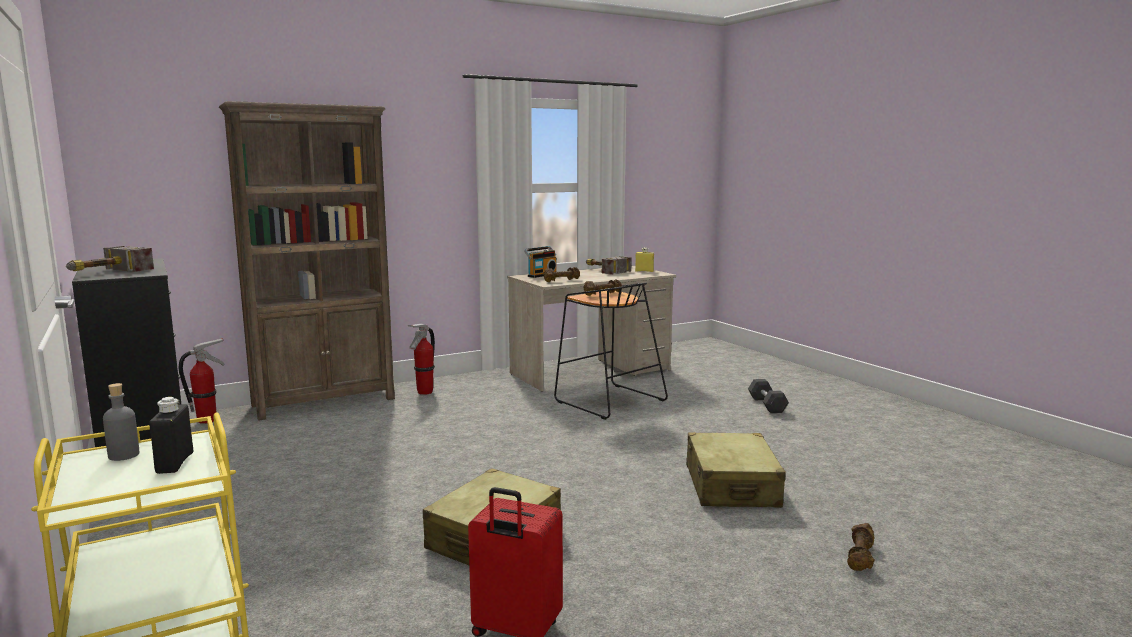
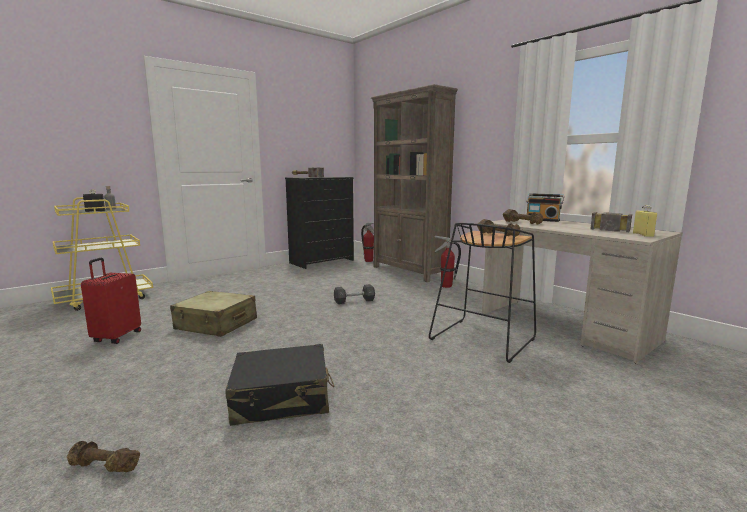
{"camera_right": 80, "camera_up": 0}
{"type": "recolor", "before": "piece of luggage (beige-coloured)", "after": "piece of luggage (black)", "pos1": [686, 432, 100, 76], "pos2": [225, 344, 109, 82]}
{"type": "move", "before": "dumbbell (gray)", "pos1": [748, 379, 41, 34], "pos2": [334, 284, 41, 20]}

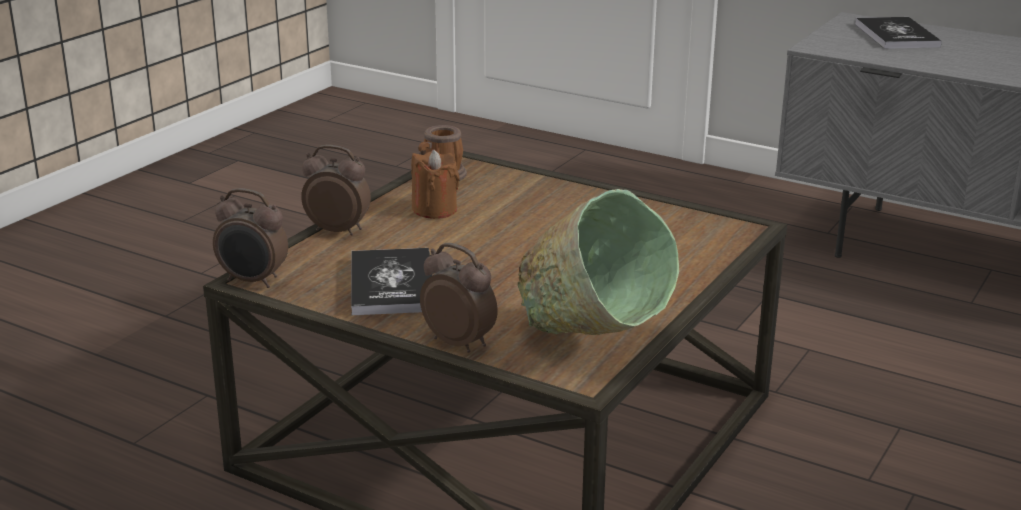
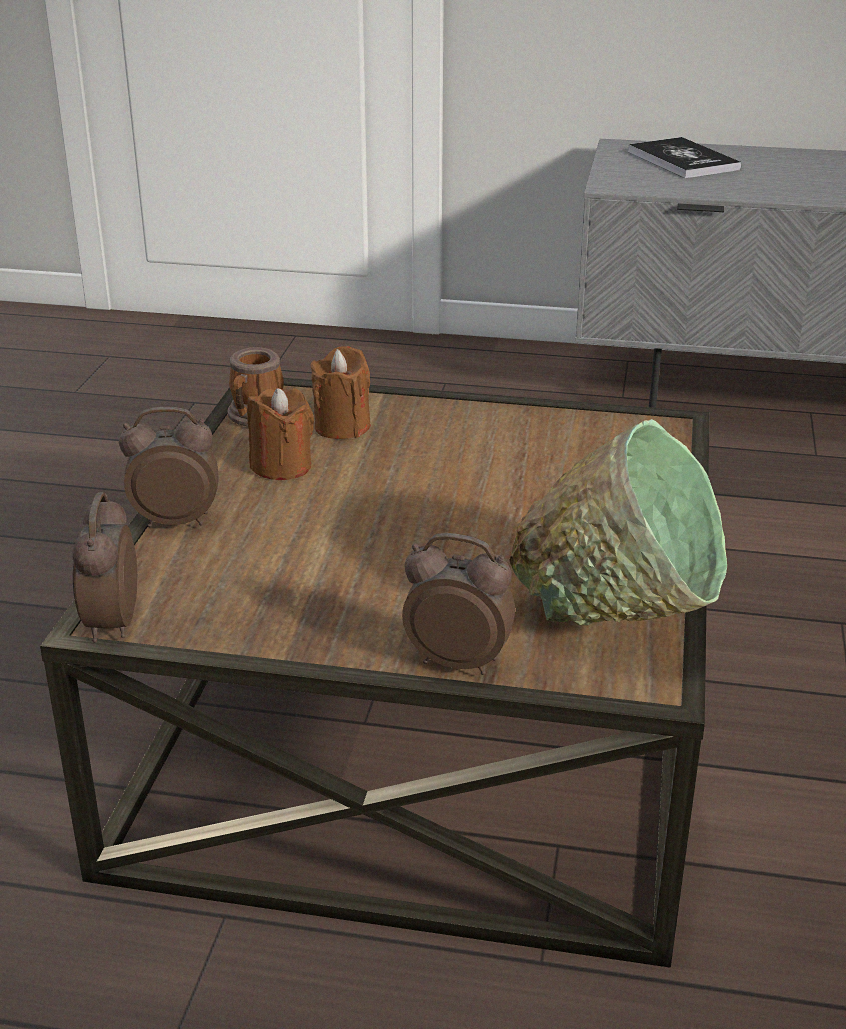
{"camera_right": -20, "camera_up": 5}
{"type": "rotate", "before": "table clock", "pos1": [213, 188, 75, 100], "pos2": [73, 492, 64, 151], "turn": 90}
{"type": "insert", "after": "wax light (brownish)", "pos2": [310, 346, 61, 93]}
{"type": "delete", "before": "volume", "pos1": [351, 248, 81, 67]}

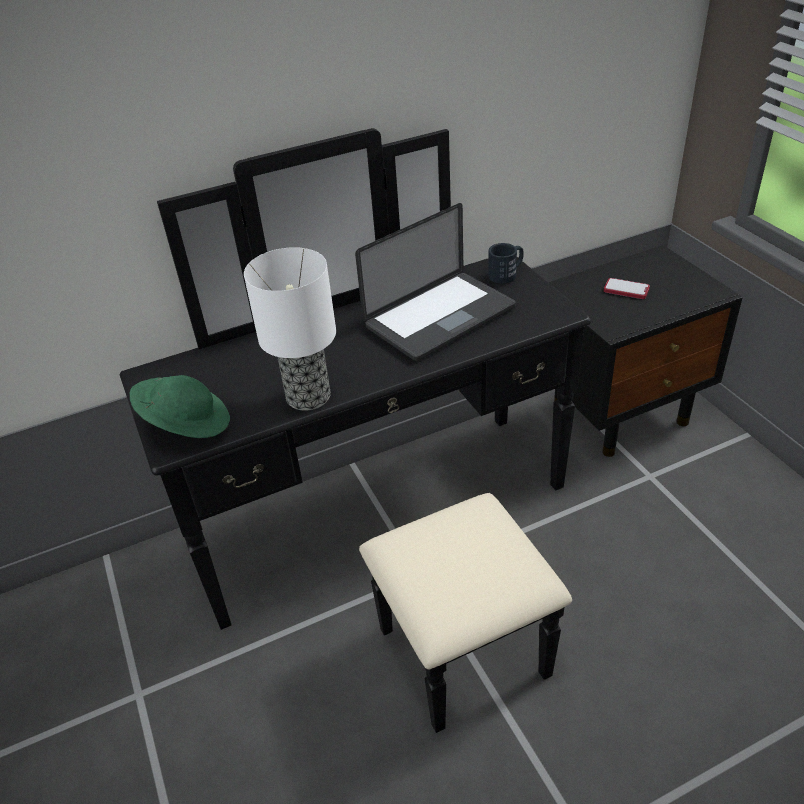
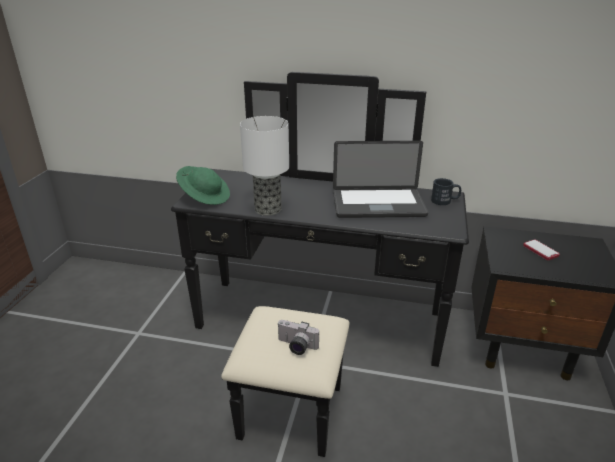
{"camera_right": 35, "camera_up": -10}
{"type": "insert", "after": "still camera", "pos2": [277, 320, 42, 35]}

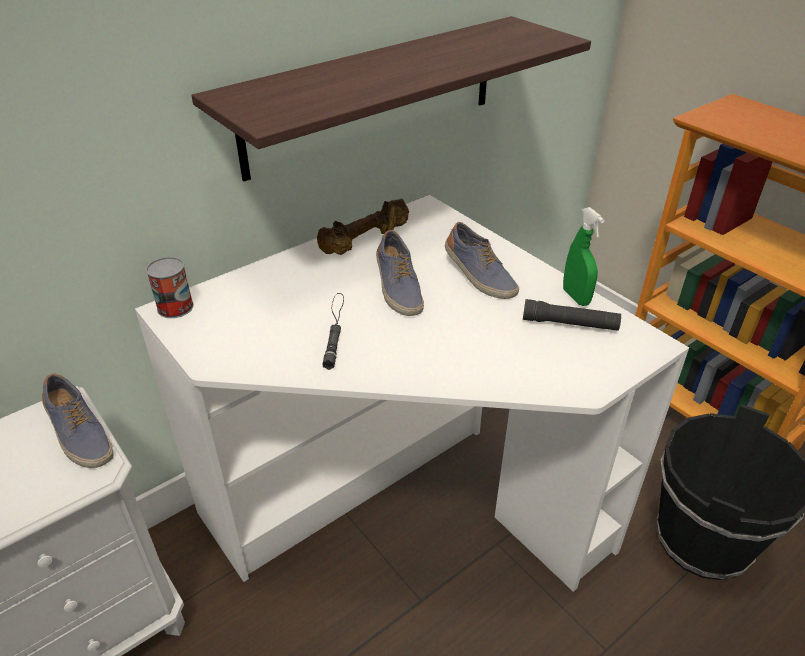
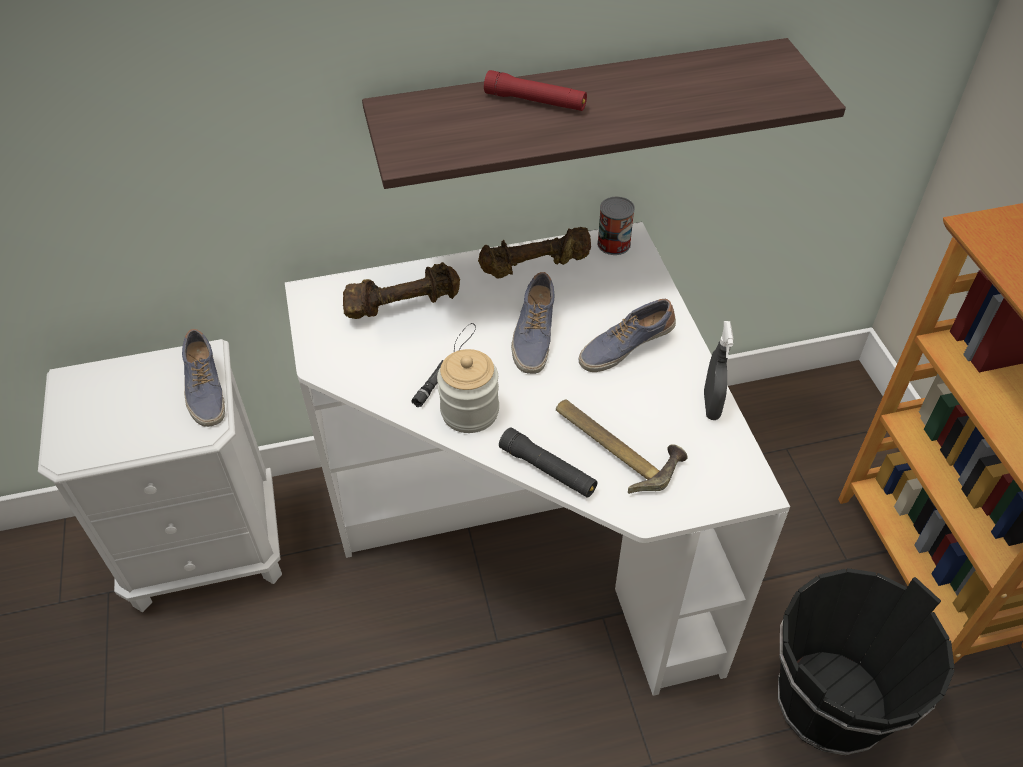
{"camera_right": 25, "camera_up": 10}
{"type": "insert", "after": "dumbbell (brownish)", "pos2": [343, 262, 117, 57]}
{"type": "insert", "after": "preserve jar", "pos2": [437, 349, 62, 84]}
{"type": "insert", "after": "hand torch (reddish)", "pos2": [484, 70, 103, 41]}
{"type": "move", "before": "hand torch (black)", "pos1": [523, 299, 98, 32], "pos2": [499, 427, 99, 71]}
{"type": "insert", "after": "hand hammer", "pos2": [556, 399, 132, 95]}
{"type": "rotate", "before": "low shoe", "pos1": [445, 222, 74, 77], "pos2": [578, 299, 98, 73], "turn": 75}
{"type": "move", "before": "can", "pos1": [146, 257, 48, 61], "pos2": [597, 197, 38, 58]}
{"type": "recolor", "before": "sprayer (green-coloured)", "after": "sprayer (gray)", "pos1": [563, 207, 42, 99], "pos2": [704, 321, 29, 99]}

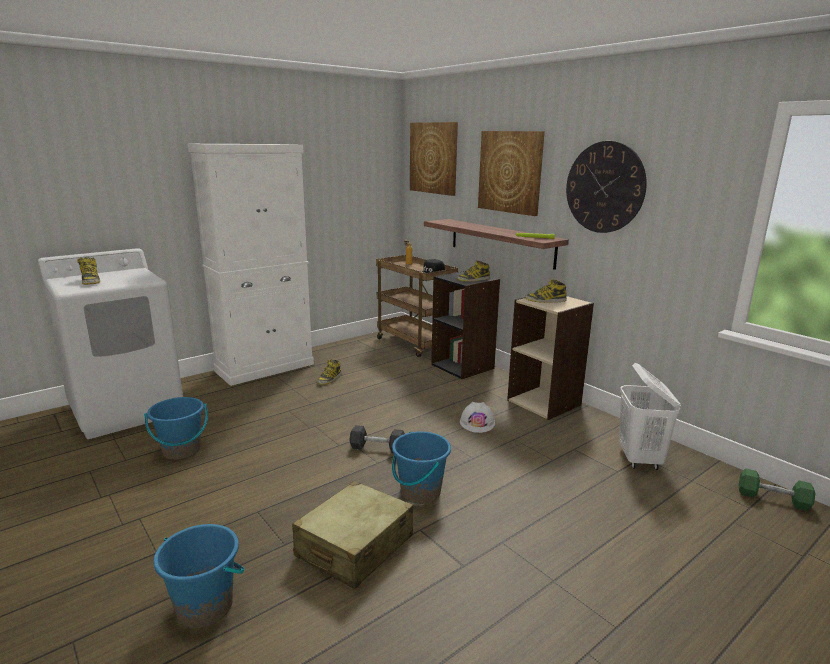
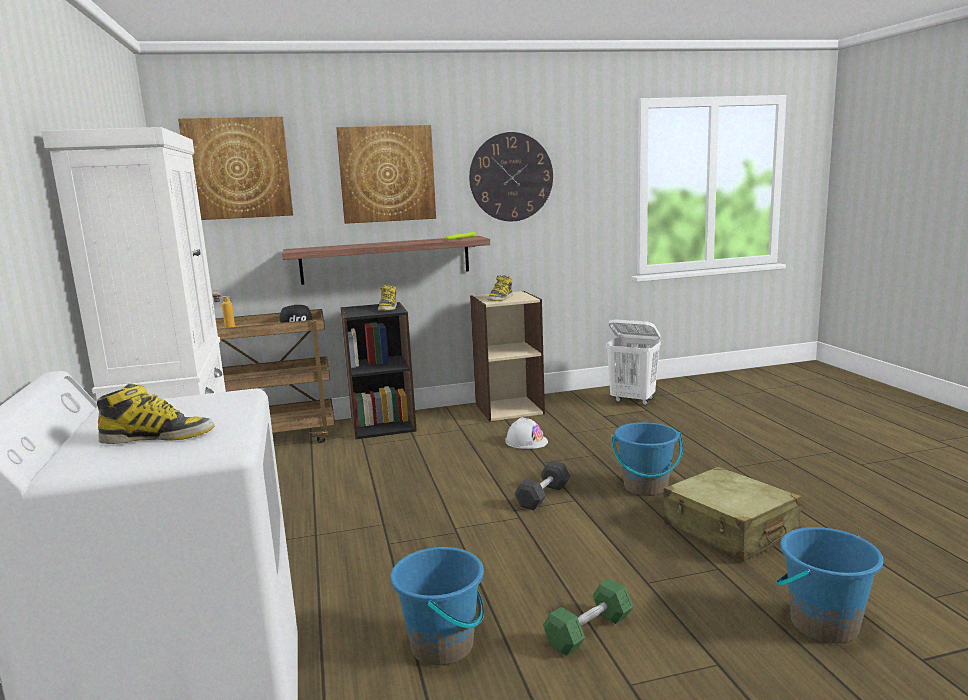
{"camera_right": -65, "camera_up": -5}
{"type": "move", "before": "dumbbell (green-coloured)", "pos1": [739, 468, 77, 43], "pos2": [543, 579, 91, 77]}
{"type": "delete", "before": "tall boot", "pos1": [317, 359, 24, 26]}

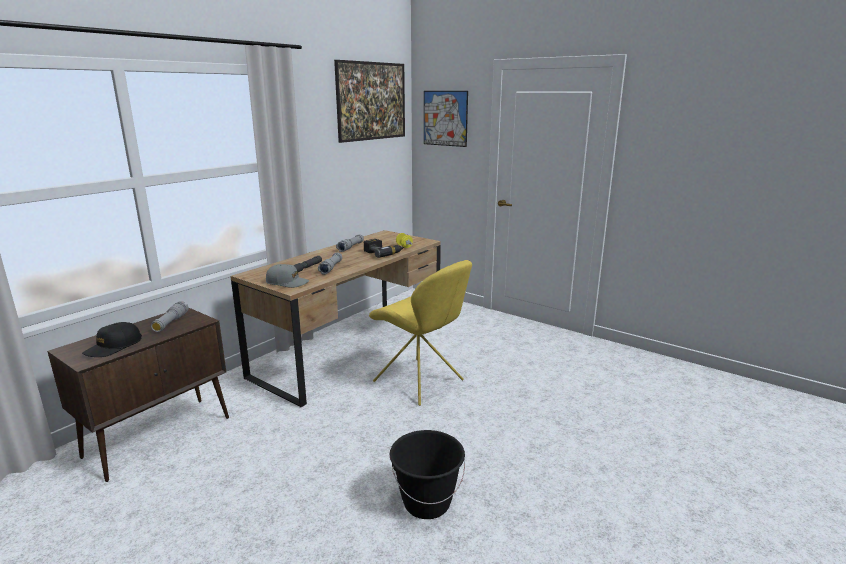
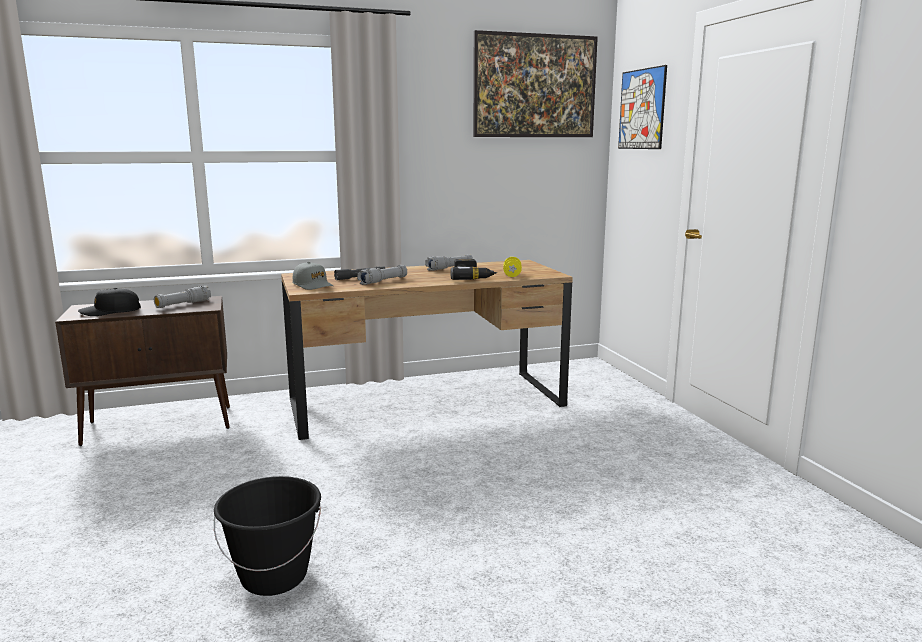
{"camera_right": 35, "camera_up": -5}
{"type": "delete", "before": "chair (yellowish)", "pos1": [369, 260, 103, 146]}

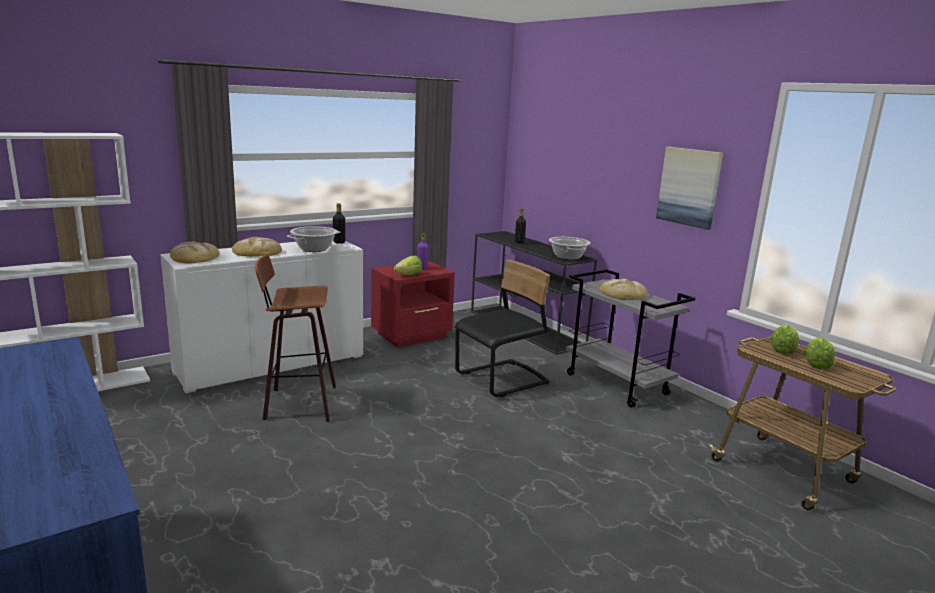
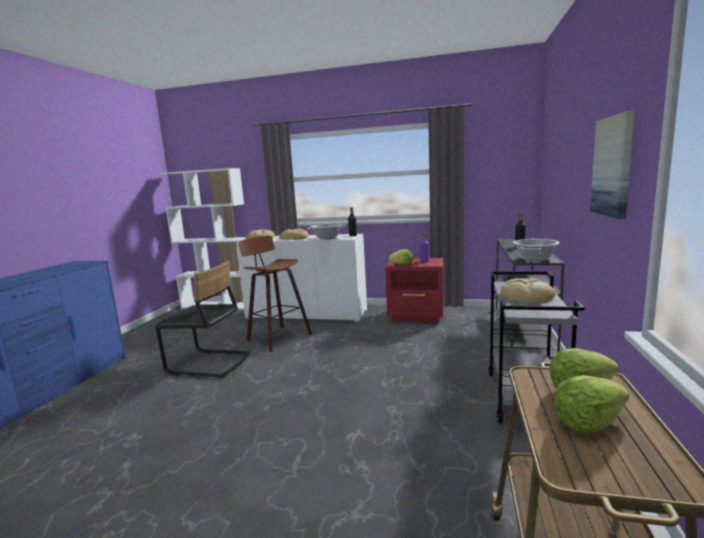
{"camera_right": 50, "camera_up": -5}
{"type": "move", "before": "chair (black)", "pos1": [455, 260, 95, 137], "pos2": [155, 261, 95, 117]}

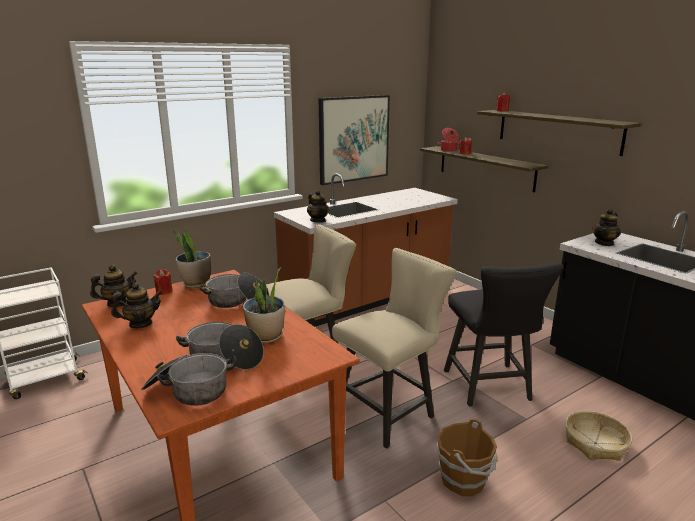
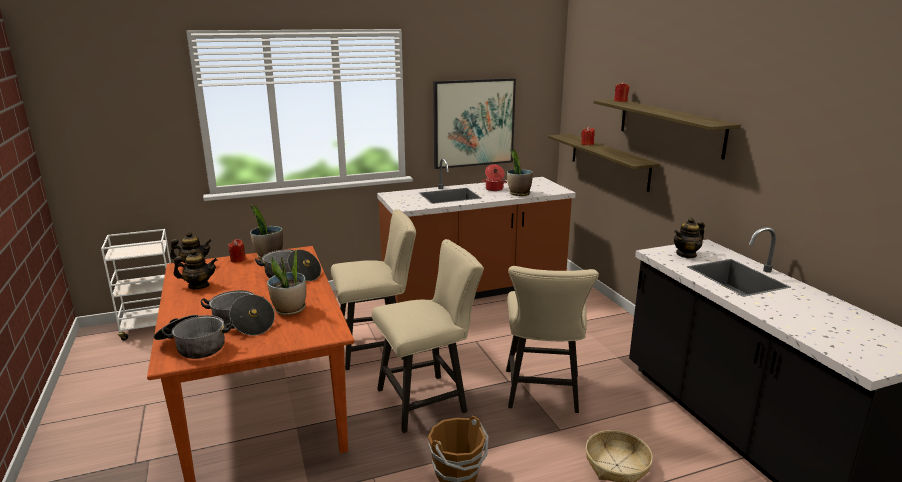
{"camera_right": 15, "camera_up": 0}
{"type": "move", "before": "cooking pot", "pos1": [438, 128, 22, 24], "pos2": [482, 164, 25, 27]}
{"type": "recolor", "before": "chair (black)", "after": "chair (beige-coloured)", "pos1": [444, 262, 119, 144], "pos2": [506, 266, 93, 147]}
{"type": "insert", "after": "potted plant", "pos2": [507, 148, 26, 48]}
{"type": "delete", "before": "tea pot", "pos1": [307, 190, 22, 33]}

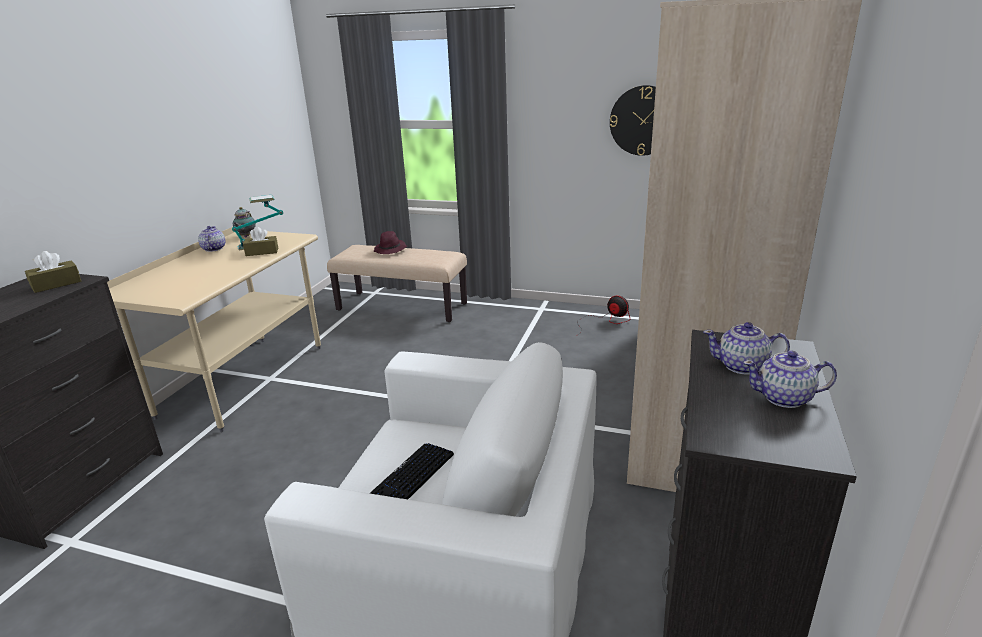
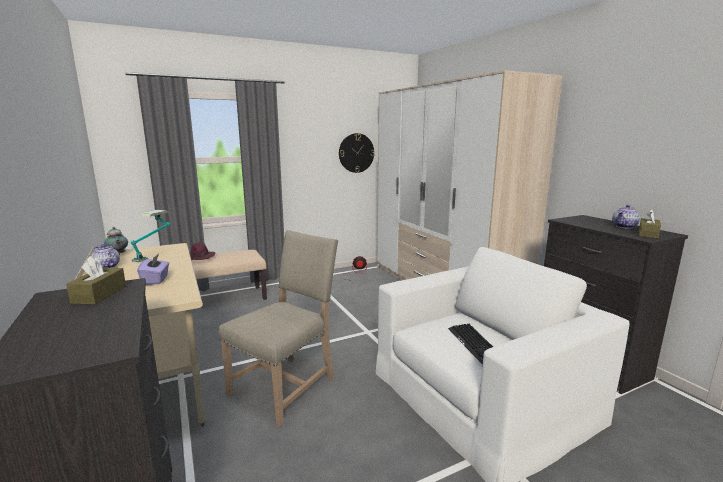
{"camera_right": -45, "camera_up": -10}
{"type": "insert", "after": "box of tissues (purplish)", "pos2": [137, 254, 32, 31]}
{"type": "insert", "after": "chair (beige-coloured)", "pos2": [219, 230, 119, 197]}
{"type": "move", "before": "box of tissues (brownish)", "pos1": [243, 227, 35, 29], "pos2": [639, 209, 22, 29]}
{"type": "delete", "before": "tea pot", "pos1": [703, 322, 87, 52]}

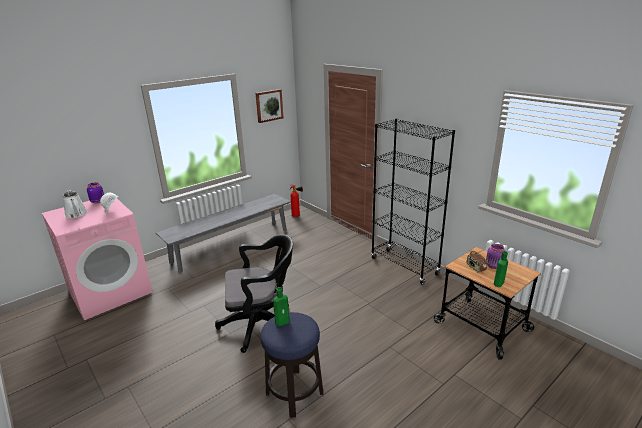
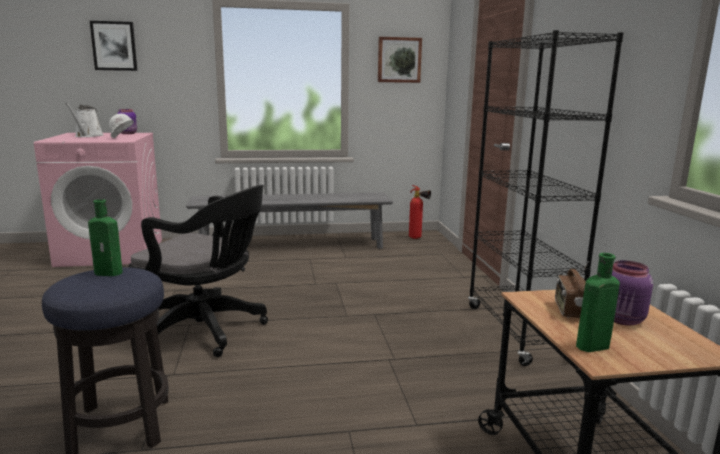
{"camera_right": 30, "camera_up": -10}
{"type": "insert", "after": "picture", "pos2": [90, 21, 47, 50]}

